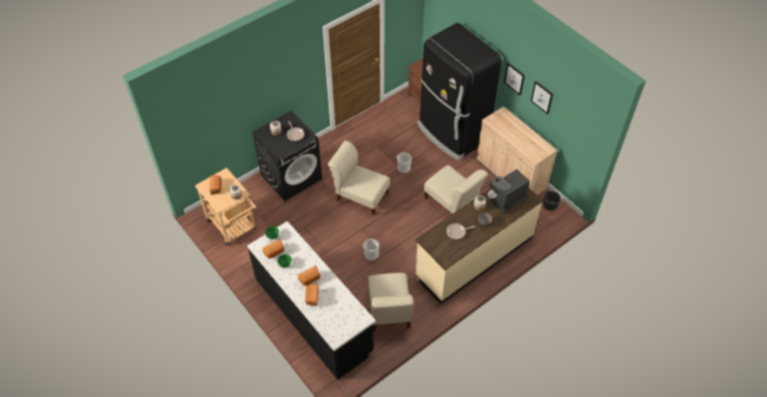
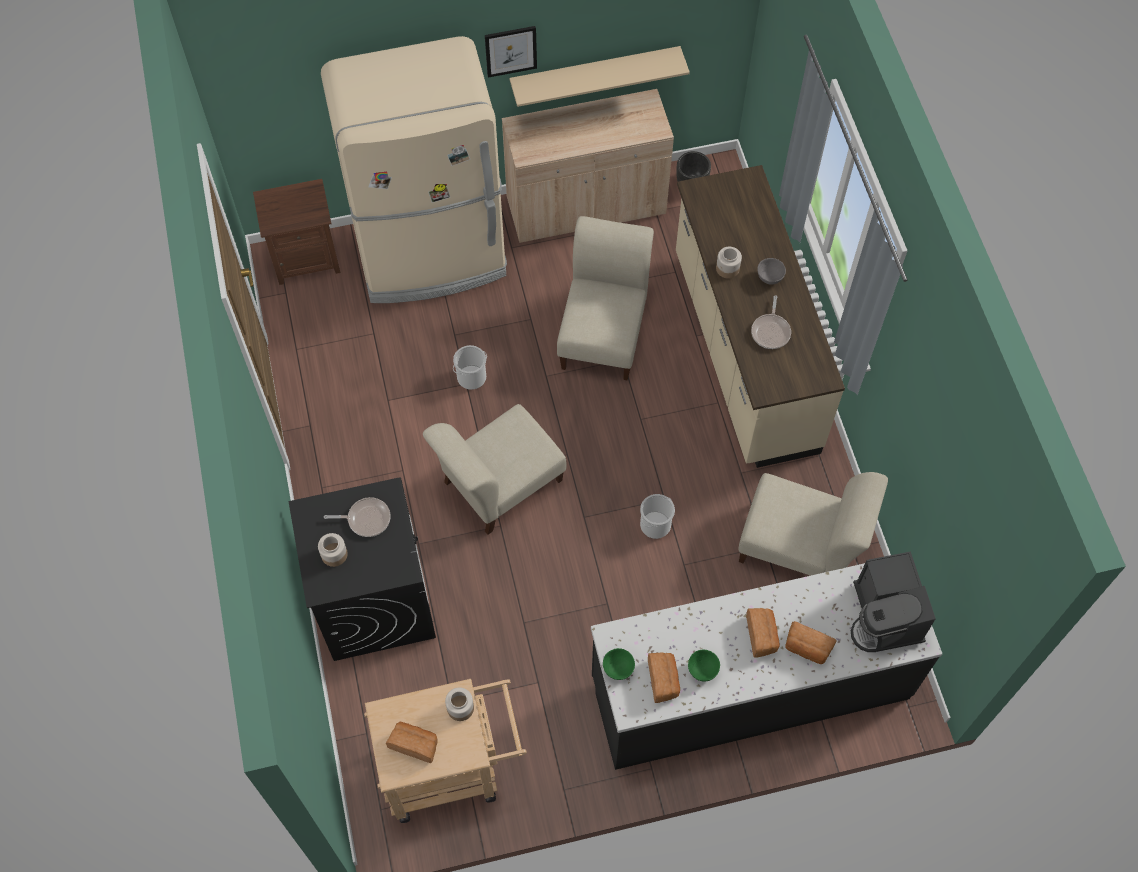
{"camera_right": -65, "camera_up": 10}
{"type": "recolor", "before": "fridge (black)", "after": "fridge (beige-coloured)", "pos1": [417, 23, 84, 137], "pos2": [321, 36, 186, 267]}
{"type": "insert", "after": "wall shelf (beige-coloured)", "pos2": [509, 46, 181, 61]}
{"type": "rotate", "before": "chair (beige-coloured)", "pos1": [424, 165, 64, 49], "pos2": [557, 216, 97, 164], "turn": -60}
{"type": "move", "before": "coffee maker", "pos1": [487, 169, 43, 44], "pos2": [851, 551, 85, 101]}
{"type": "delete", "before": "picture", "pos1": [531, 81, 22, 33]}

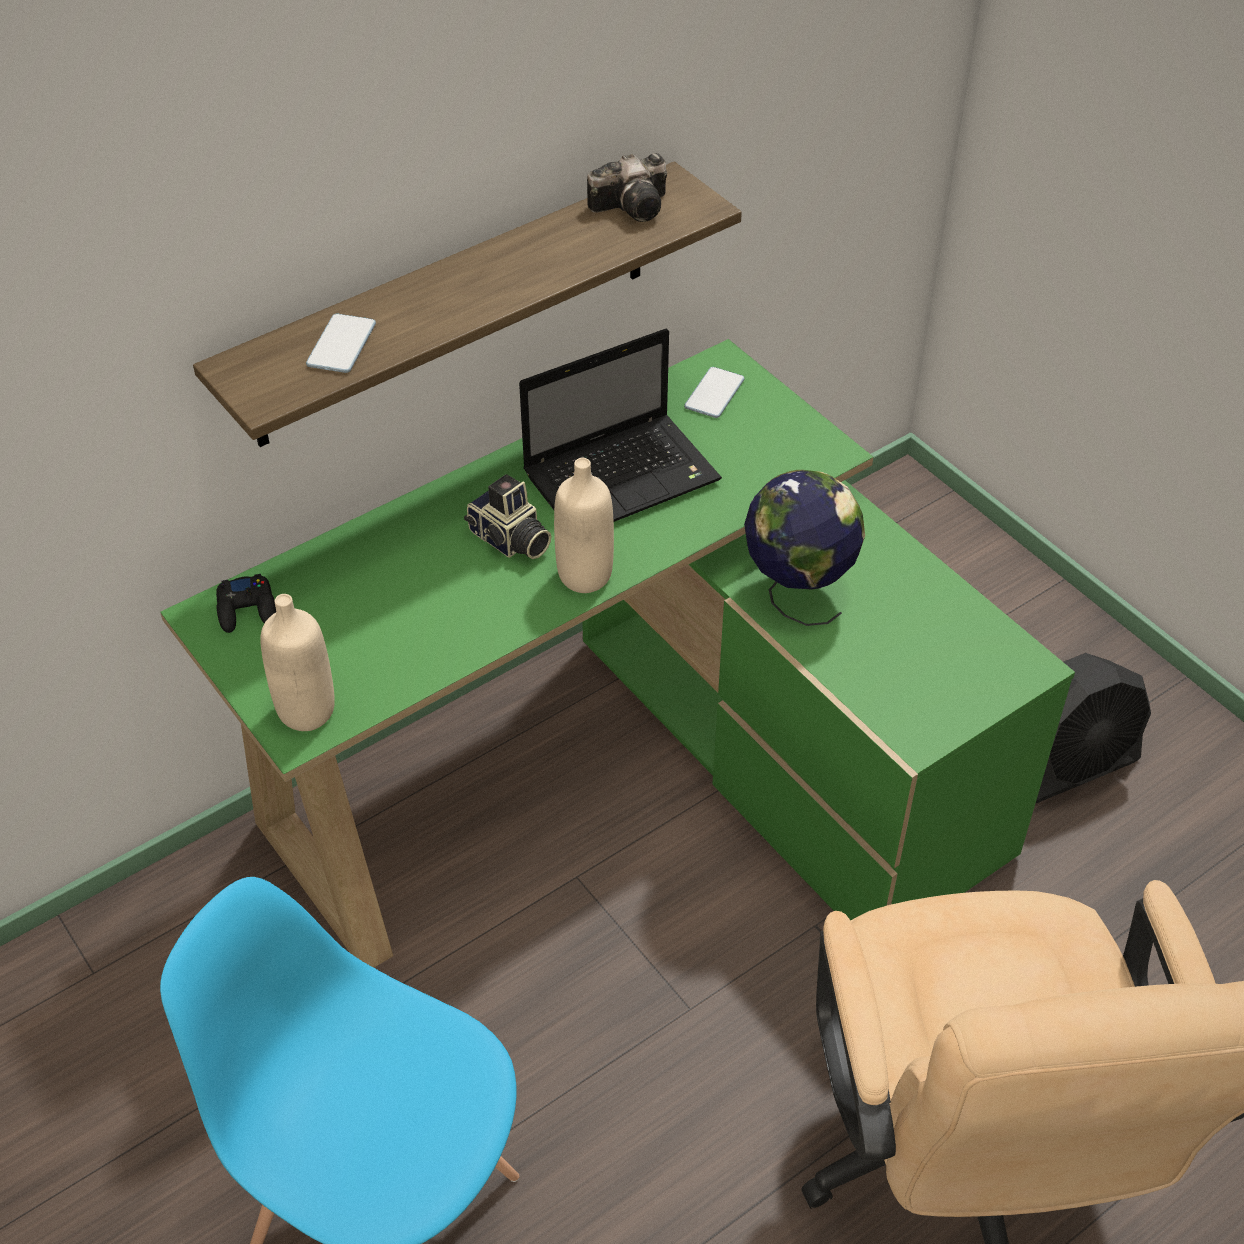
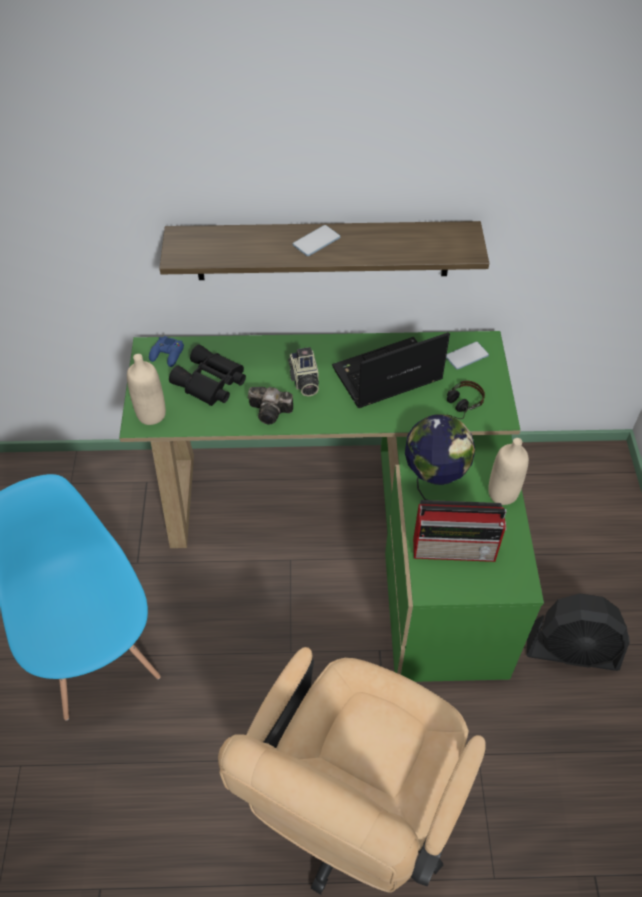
{"camera_right": 35, "camera_up": 5}
{"type": "recolor", "before": "gamepad (black)", "after": "gamepad (blue)", "pos1": [216, 574, 60, 59], "pos2": [149, 336, 35, 31]}
{"type": "insert", "after": "field glasses (black)", "pos2": [169, 344, 77, 62]}
{"type": "move", "before": "still camera", "pos1": [587, 153, 80, 69], "pos2": [248, 387, 45, 37]}
{"type": "move", "before": "telephone", "pos1": [306, 314, 70, 59], "pos2": [293, 225, 48, 31]}
{"type": "rotate", "before": "laptop", "pos1": [519, 329, 203, 193], "pos2": [332, 332, 118, 76], "turn": 150}
{"type": "insert", "after": "radio set", "pos2": [413, 500, 94, 62]}
{"type": "insert", "after": "pair of headphones", "pos2": [447, 380, 38, 39]}
{"type": "move", "before": "drink bottle (beige-coloured)", "pos1": [554, 458, 60, 135], "pos2": [488, 438, 41, 67]}

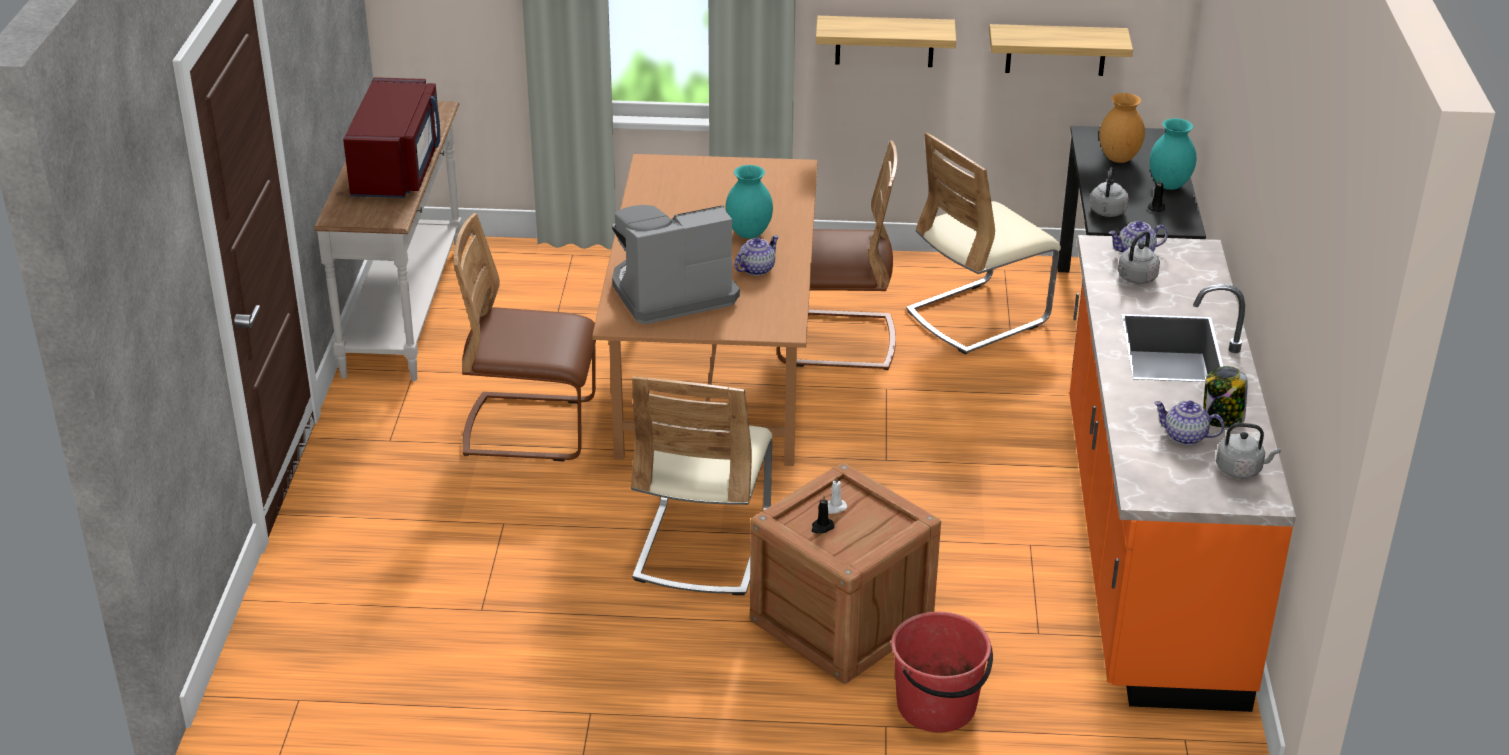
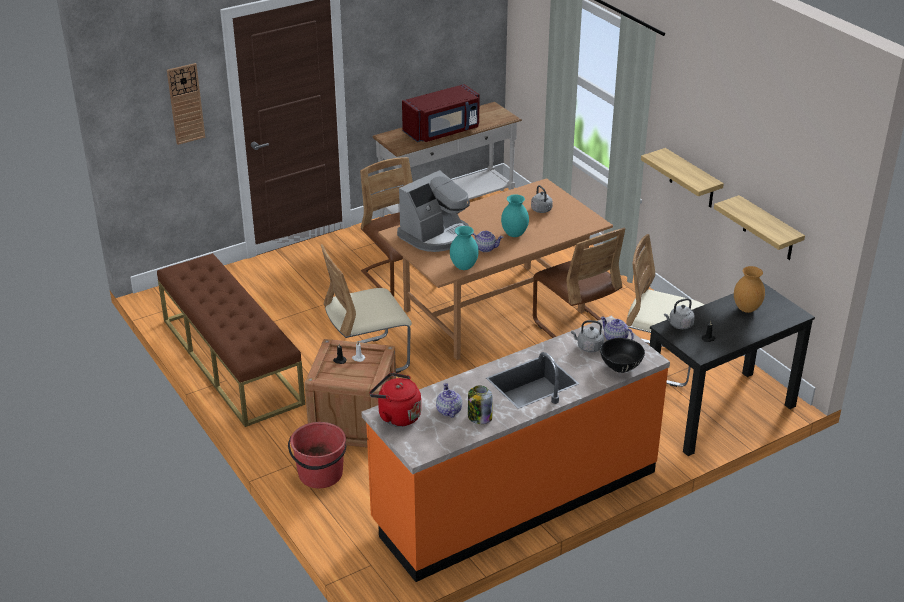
{"camera_right": 55, "camera_up": 0}
{"type": "insert", "after": "long seat (brownish)", "pos2": [157, 253, 148, 174]}
{"type": "insert", "after": "hanging clock", "pos2": [167, 63, 38, 82]}
{"type": "insert", "after": "kettle (reddish)", "pos2": [369, 373, 52, 54]}
{"type": "rotate", "before": "coffee maker", "pos1": [612, 205, 128, 119], "pos2": [397, 170, 73, 82], "turn": 105}
{"type": "move", "before": "vase (turquoise-coloured)", "pos1": [1150, 118, 46, 72], "pos2": [450, 226, 29, 44]}
{"type": "move", "before": "kettle (gray)", "pos1": [1216, 423, 65, 55], "pos2": [531, 185, 22, 28]}
{"type": "insert", "after": "bowl (black)", "pos2": [600, 338, 45, 35]}

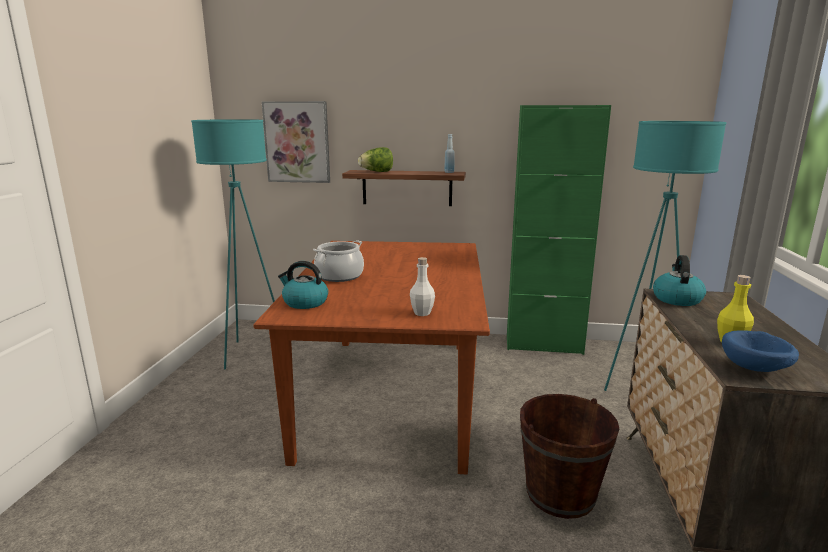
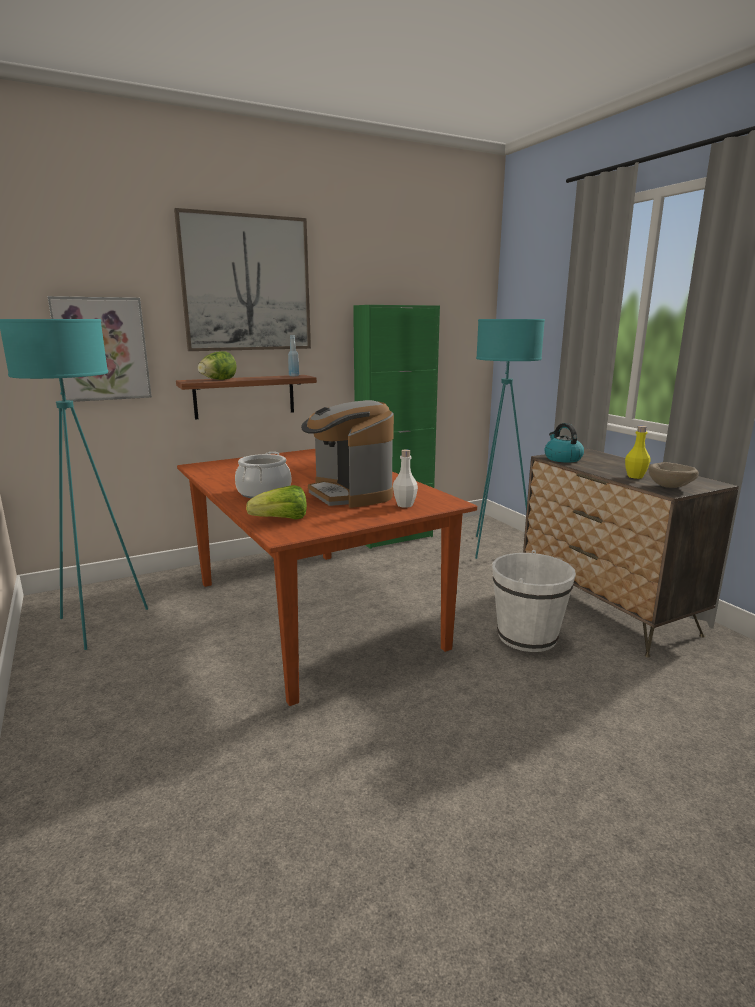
{"camera_right": -35, "camera_up": 0}
{"type": "insert", "after": "picture", "pos2": [174, 208, 137, 143]}
{"type": "replace", "before": "kettle", "after": "lettuce head", "pos1": [278, 261, 50, 48], "pos2": [246, 485, 61, 34]}
{"type": "insert", "after": "coffee maker", "pos2": [301, 400, 93, 108]}
{"type": "recolor", "before": "pail (brownish)", "after": "pail (white-coloured)", "pos1": [520, 394, 99, 125], "pos2": [492, 550, 84, 102]}
{"type": "recolor", "before": "bowl (blue)", "after": "bowl (beige-coloured)", "pos1": [722, 330, 77, 42], "pos2": [649, 462, 50, 26]}

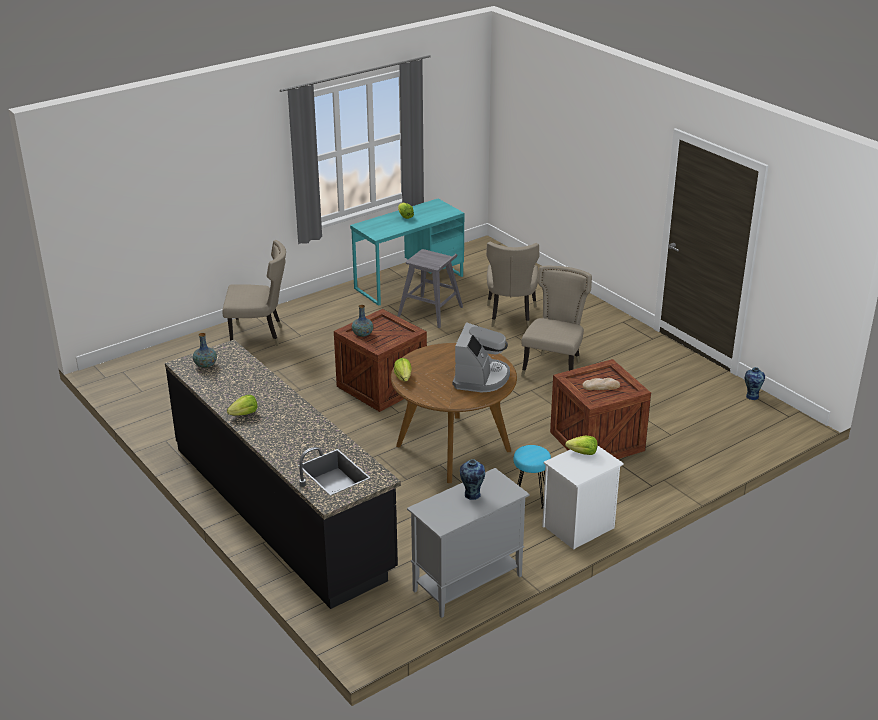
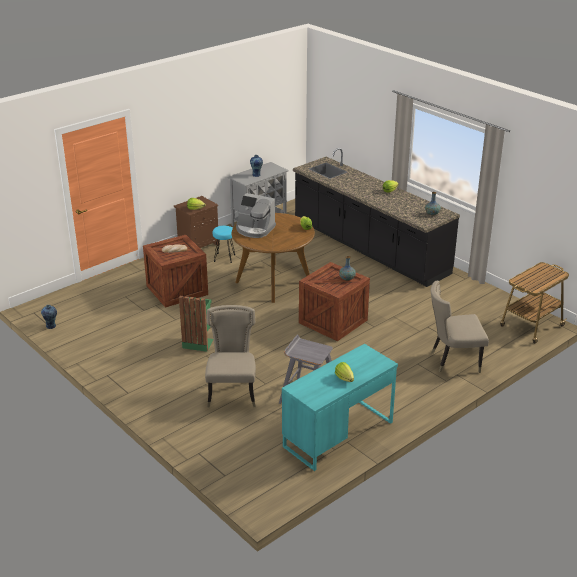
{"camera_right": 175, "camera_up": 0}
{"type": "recolor", "before": "nightstand (white-coloured)", "after": "nightstand (brownish)", "pos1": [542, 445, 82, 105], "pos2": [174, 196, 45, 52]}
{"type": "replace", "before": "chair (beige-coloured)", "after": "rubbish bin (green-coloured)", "pos1": [521, 266, 71, 111], "pos2": [179, 296, 35, 56]}
{"type": "rotate", "before": "coffee maker", "pos1": [453, 322, 57, 70], "pos2": [236, 193, 40, 45], "turn": -75}
{"type": "insert", "after": "trolley", "pos2": [500, 262, 69, 82]}

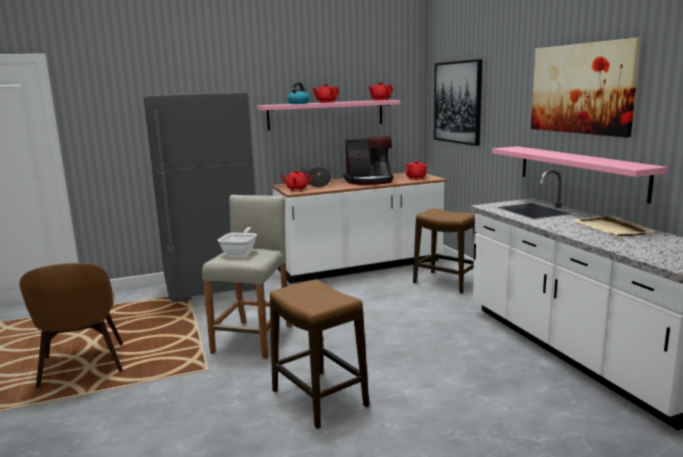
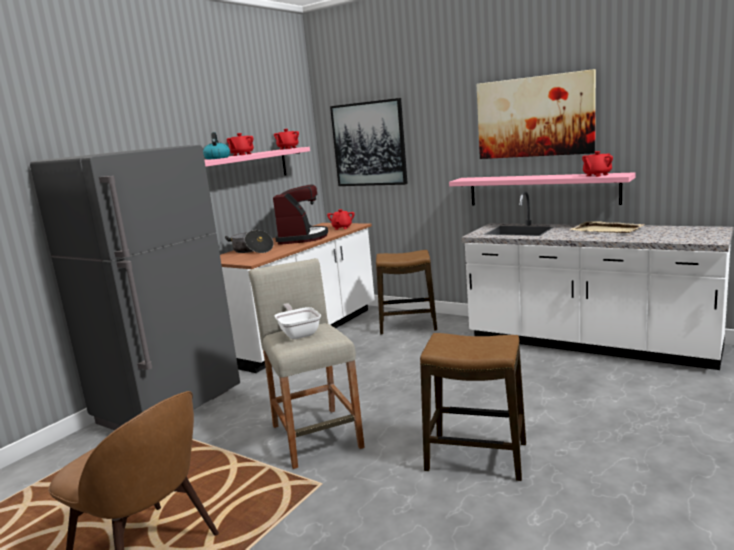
{"camera_right": -35, "camera_up": 0}
{"type": "rotate", "before": "coffee maker", "pos1": [343, 136, 50, 49], "pos2": [273, 184, 55, 61], "turn": -45}
{"type": "move", "before": "tea pot (reddish)", "pos1": [281, 171, 31, 20], "pos2": [582, 151, 31, 26]}

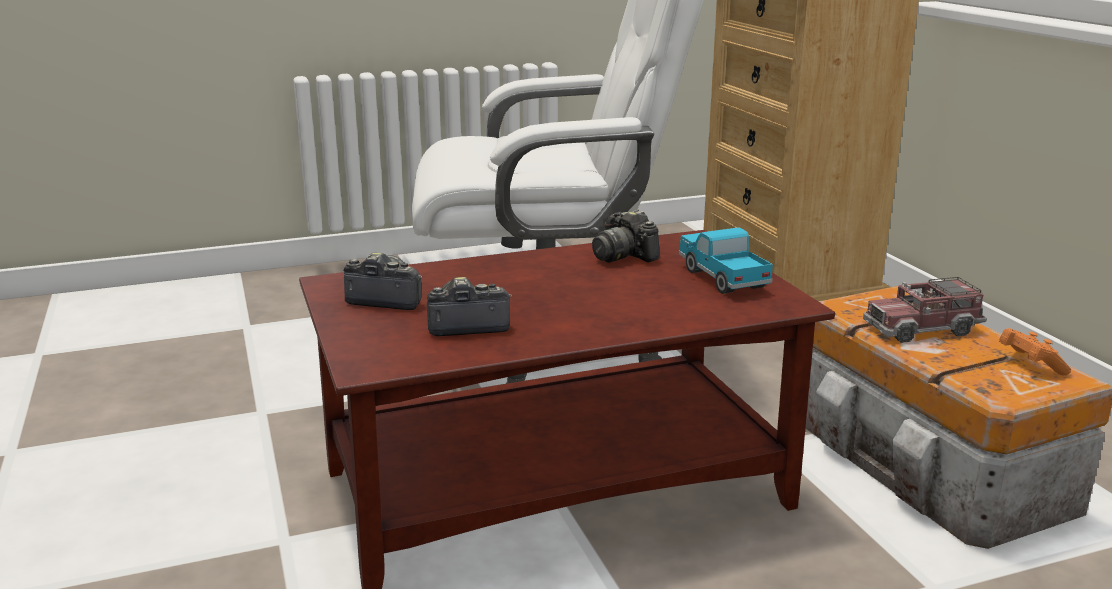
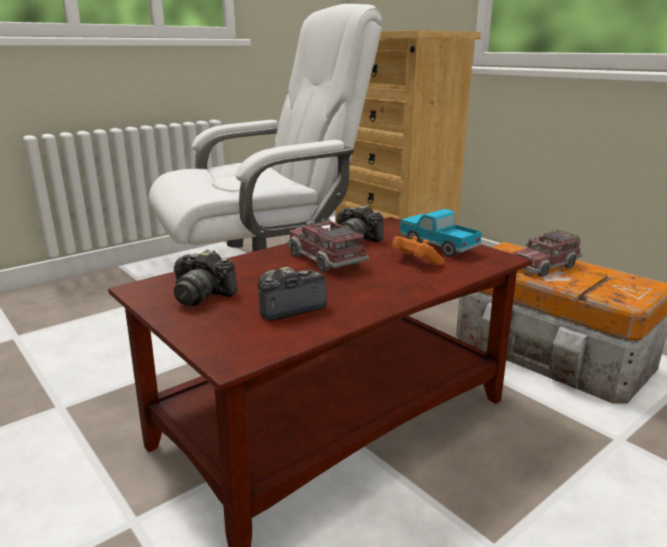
{"camera_right": -20, "camera_up": 0}
{"type": "rotate", "before": "still camera", "pos1": [344, 253, 78, 57], "pos2": [174, 249, 64, 57], "turn": -150}
{"type": "insert", "after": "model truck", "pos2": [287, 218, 82, 55]}
{"type": "move", "before": "gamepad (orange-coloured)", "pos1": [999, 328, 72, 47], "pos2": [392, 236, 53, 29]}

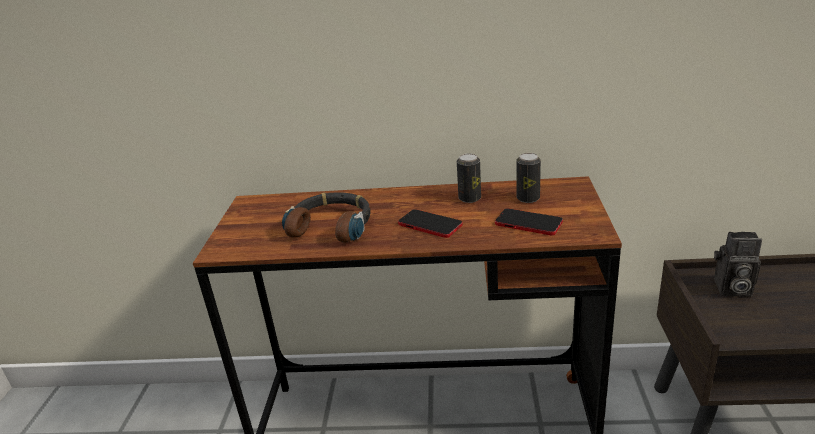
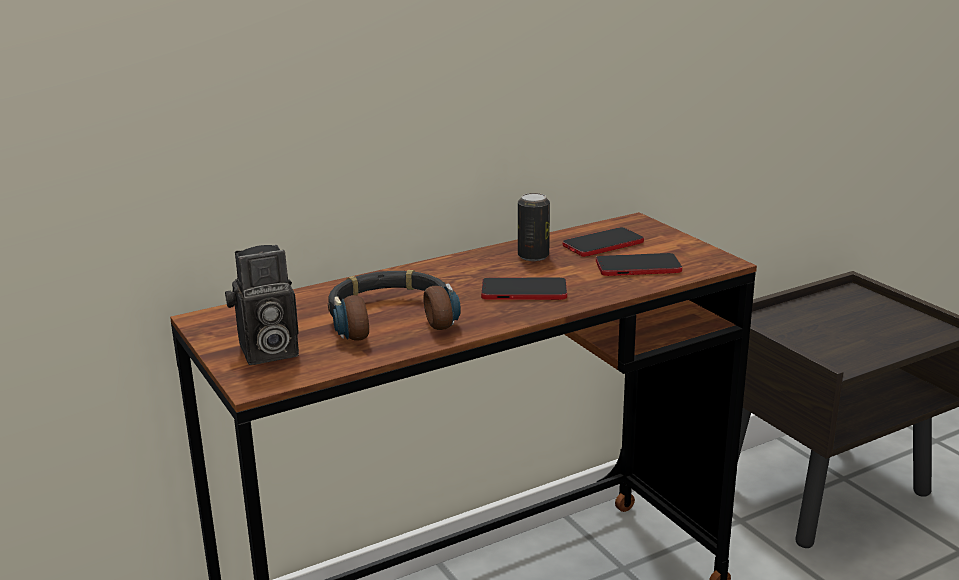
{"camera_right": -35, "camera_up": -5}
{"type": "move", "before": "still camera", "pos1": [714, 232, 48, 65], "pos2": [225, 245, 74, 120]}
{"type": "replace", "before": "can", "after": "telephone", "pos1": [516, 153, 25, 50], "pos2": [563, 227, 81, 30]}

